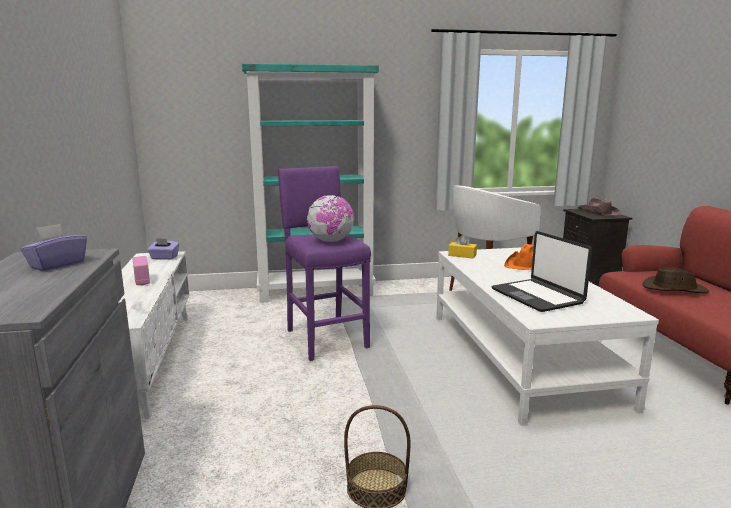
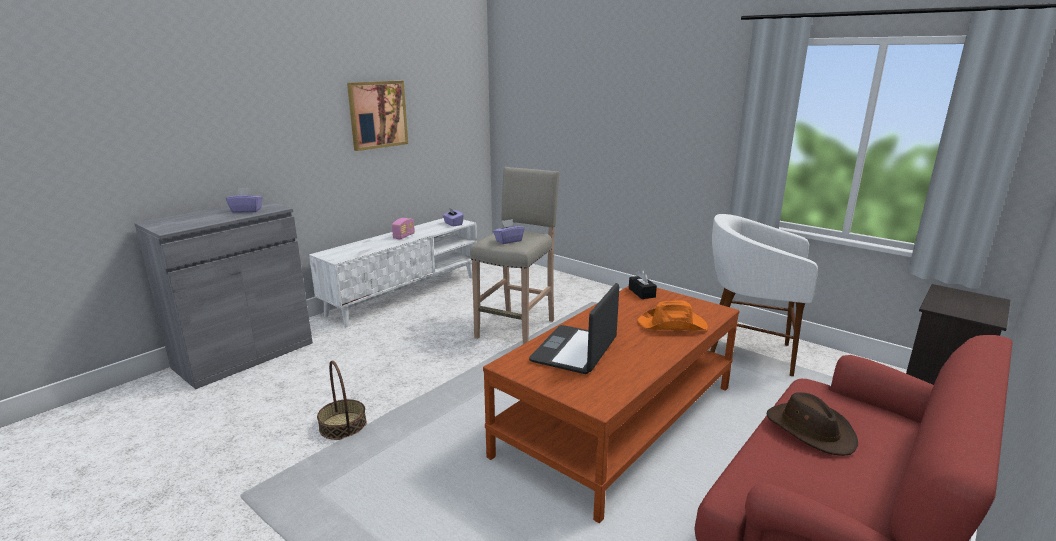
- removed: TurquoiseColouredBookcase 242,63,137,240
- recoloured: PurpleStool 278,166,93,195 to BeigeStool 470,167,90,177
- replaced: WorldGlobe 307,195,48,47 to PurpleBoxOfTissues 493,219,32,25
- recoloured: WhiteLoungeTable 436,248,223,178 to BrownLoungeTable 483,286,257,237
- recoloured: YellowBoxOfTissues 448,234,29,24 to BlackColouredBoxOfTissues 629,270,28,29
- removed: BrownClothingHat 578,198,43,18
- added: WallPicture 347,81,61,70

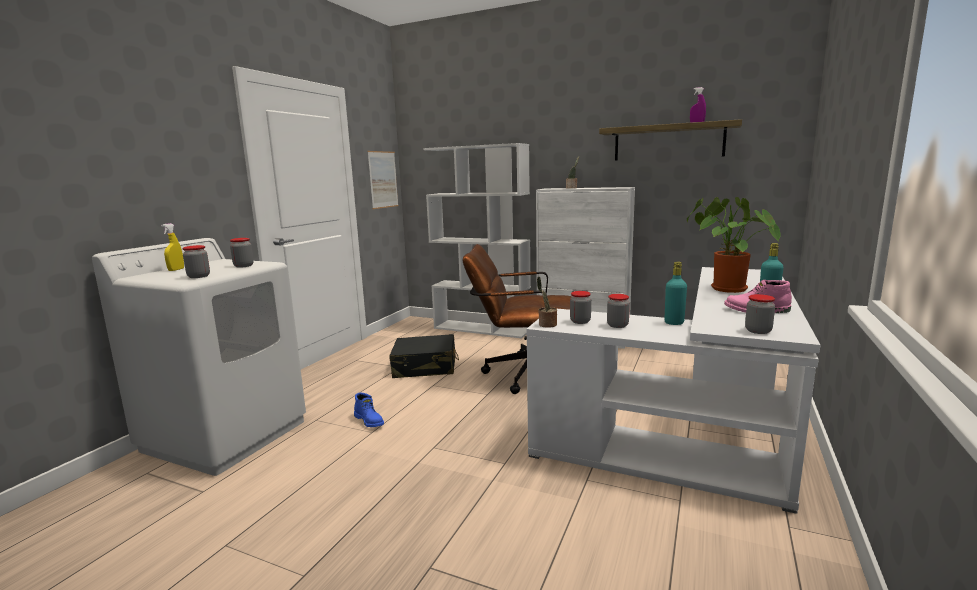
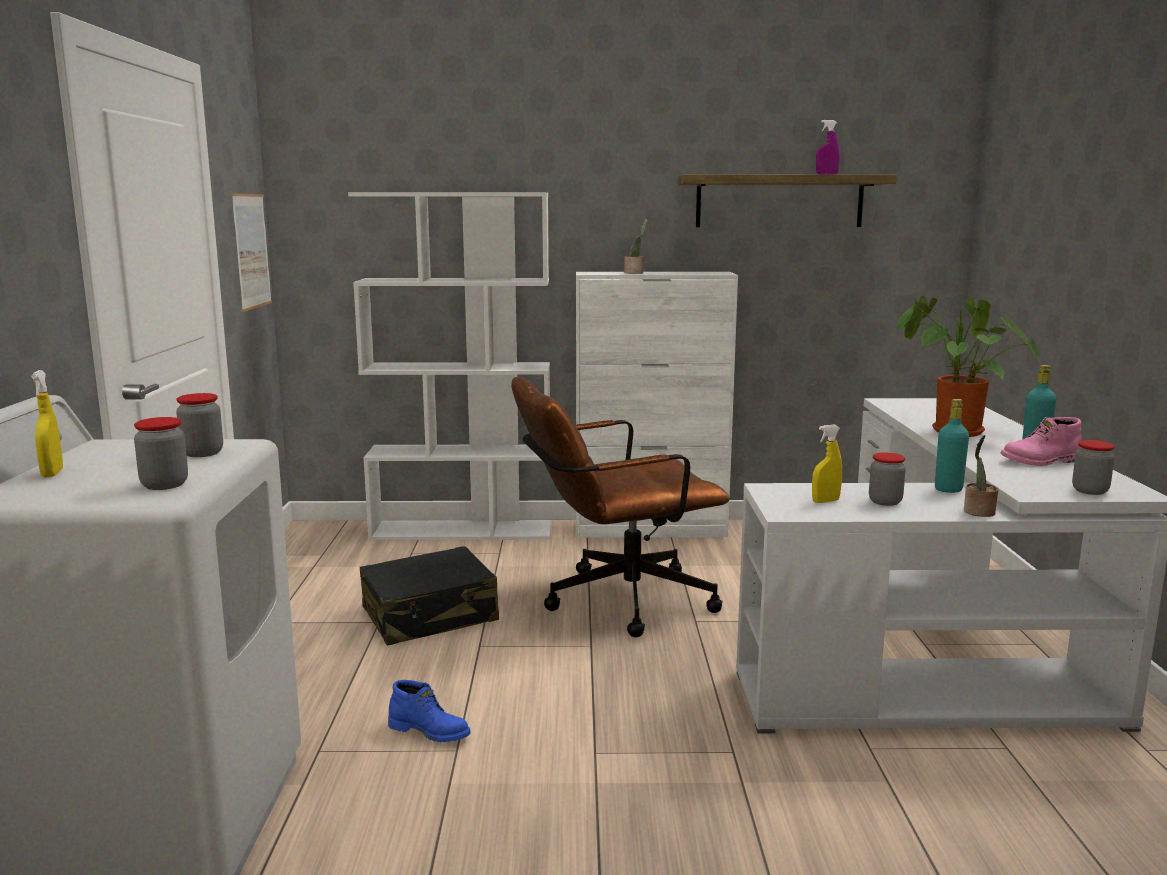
- moved: PlantInAPot 537,277,20,51 to 964,435,34,82
- replaced: PreserveJar 570,291,21,33 to YellowHandSprayer 812,424,30,79

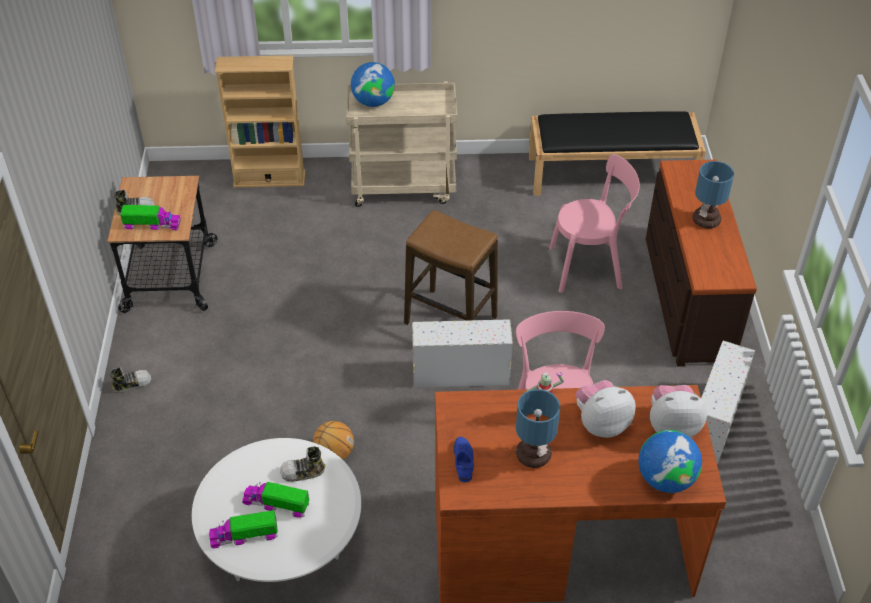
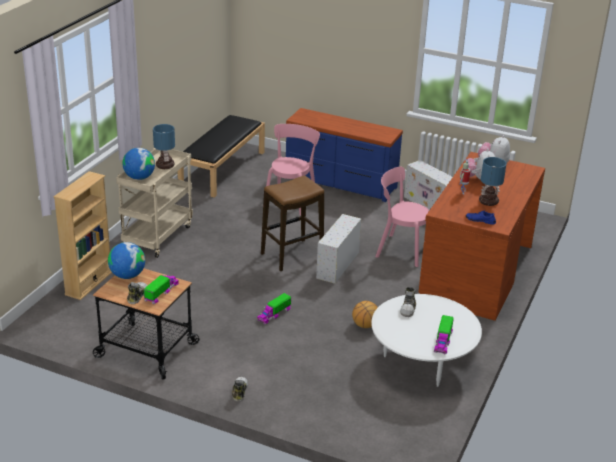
- moved: ModelTruck 242,482,68,36 to 257,293,34,31
- moved: WorldGlobe 639,430,63,63 to 108,242,37,37
- recoloured: BrownChestOfDrawers 646,159,111,208 to BluishChestOfDrawers 286,108,117,94
- moved: LampForATable 692,161,42,68 to 153,124,22,45

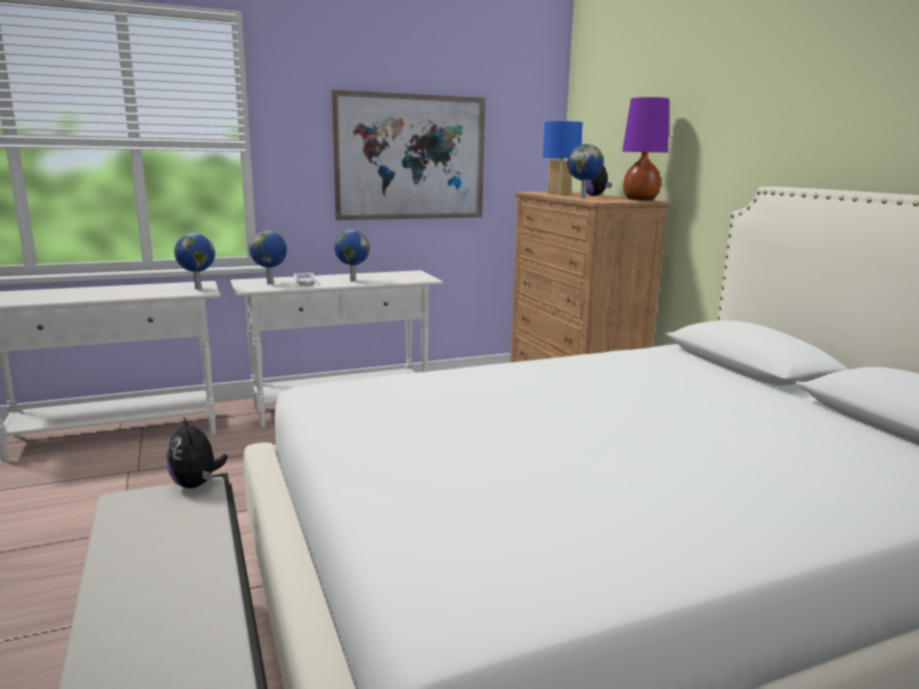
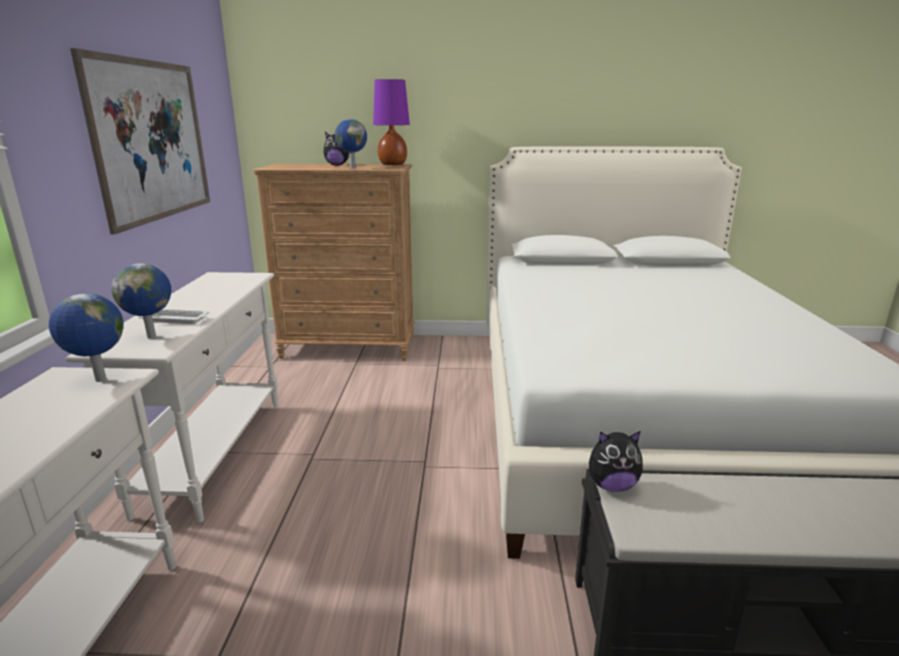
- removed: WorldGlobe 335,230,35,52
- removed: BluishLampForATable 543,121,40,74

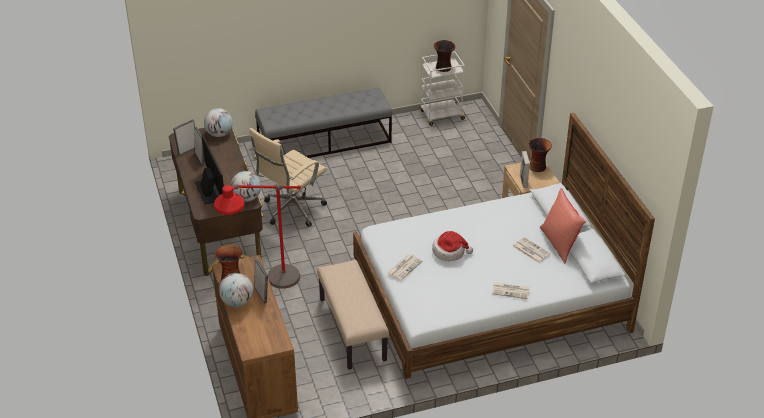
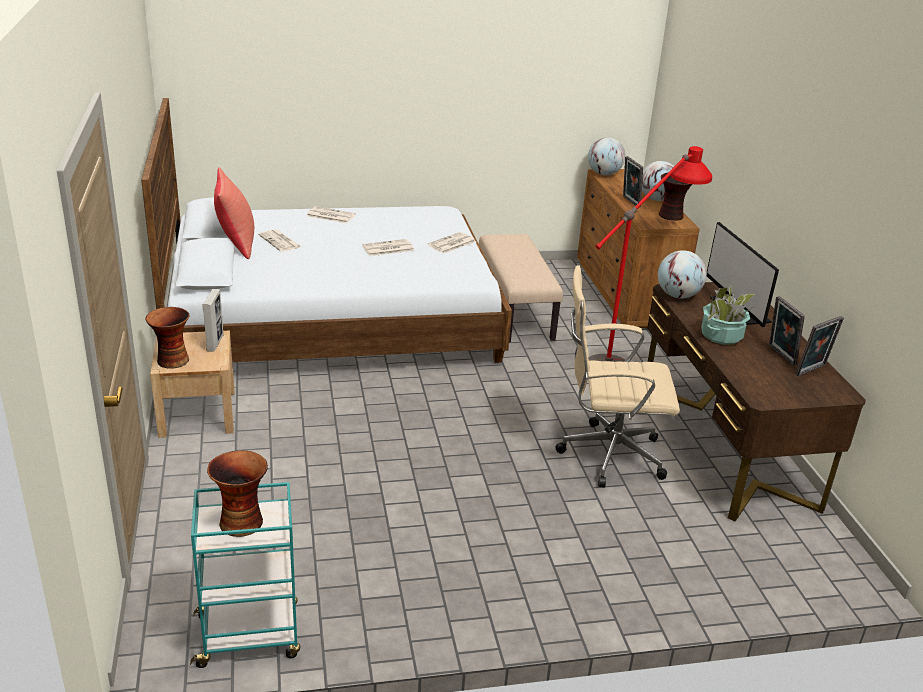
- moved: WorldGlobe 204,108,29,29 to 588,137,37,38
- turned: BeigeOfficeChair 249,128,78,99 = 555,265,125,223 135 degrees counterclockwise
- removed: GreyIndoorBench 255,88,137,70
- recoloured: WhiteCart 420,51,47,75 to TurquoiseColouredCart 190,482,110,186
- replaced: ClothingHat 432,231,41,30 to PrintedPaper 362,239,52,17
- added: PlantInAPot 701,284,55,61

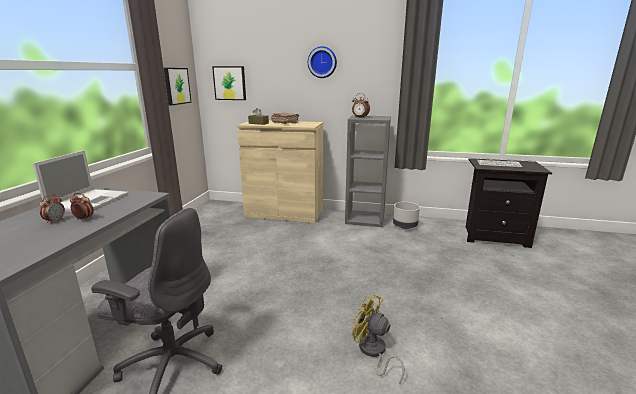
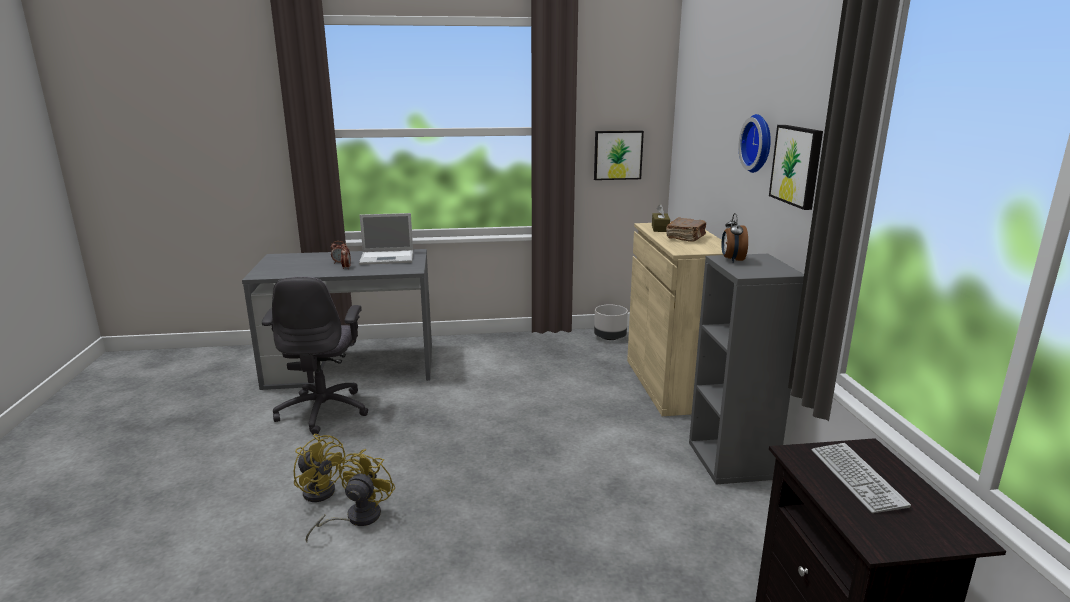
- moved: WallPicture 212,66,34,34 to 769,125,54,85
- moved: GreyPlanter 393,202,27,27 to 594,304,34,36
- added: YellowFan 294,434,51,68

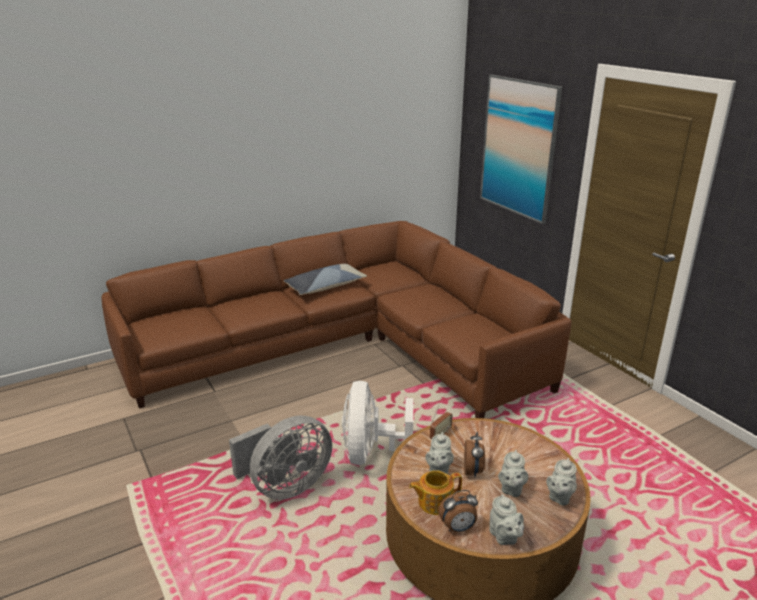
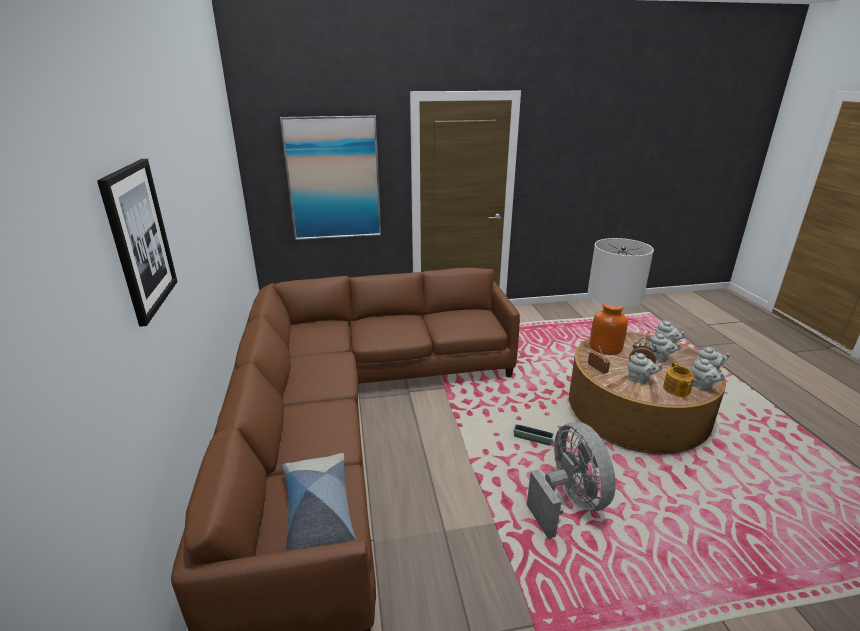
- moved: ThrowPillow 284,264,83,31 to 283,453,73,98
- replaced: WhiteFan 342,381,71,84 to Planter 513,424,42,22
- replaced: AlarmClock 438,490,40,42 to GreyTeaPot 691,357,34,34
- added: WallPicture 97,159,80,168
- added: LampForATable 587,238,67,117

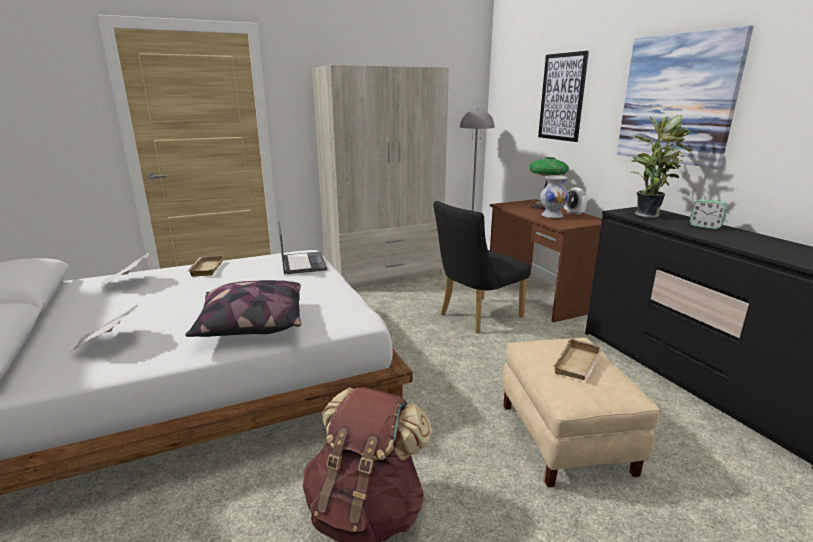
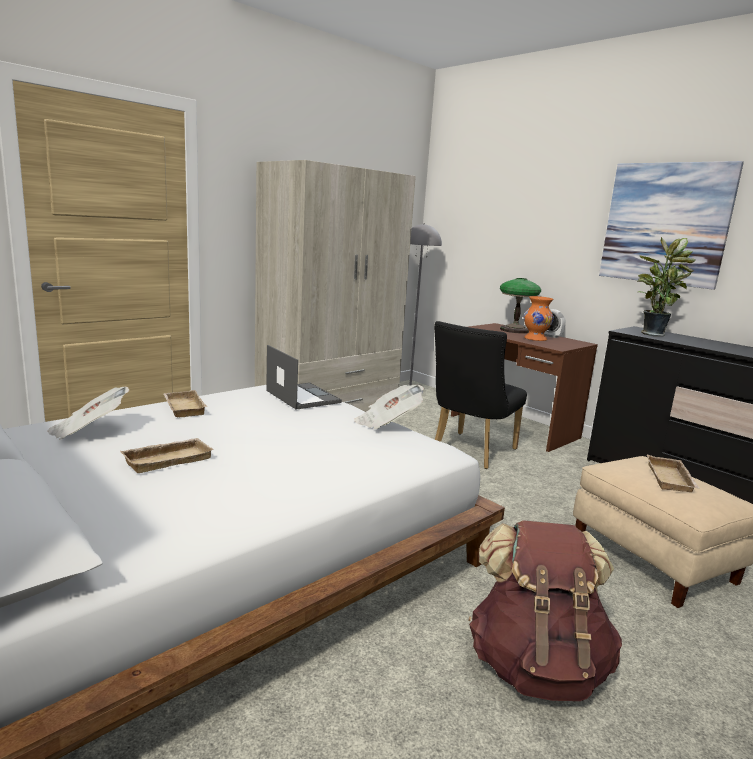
- moved: PrintedPaper 70,304,69,48 to 354,385,70,44
- removed: ThrowPillow 185,280,116,57
- removed: WallPicture 538,51,51,91
- recoloured: WhiteVase 540,175,29,43 to OrangeVase 524,296,30,45
- removed: AlarmClock 689,199,39,30
- added: BeigeCarryingTray 120,438,94,35

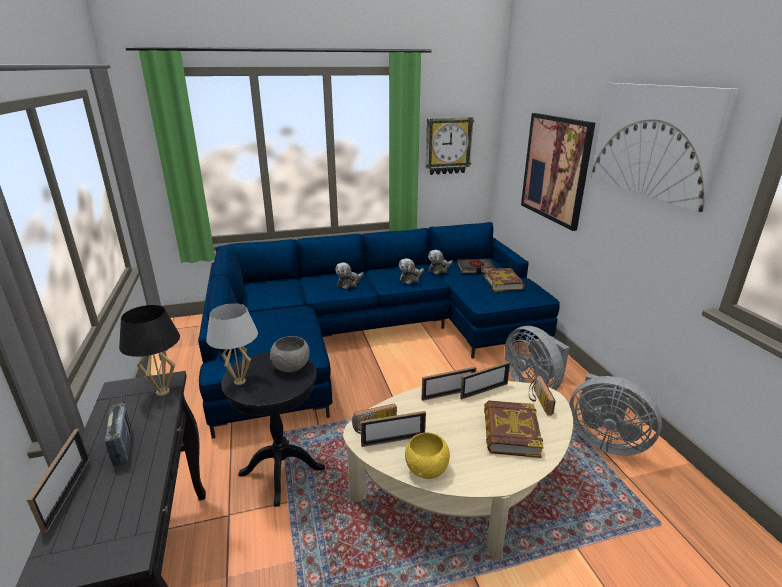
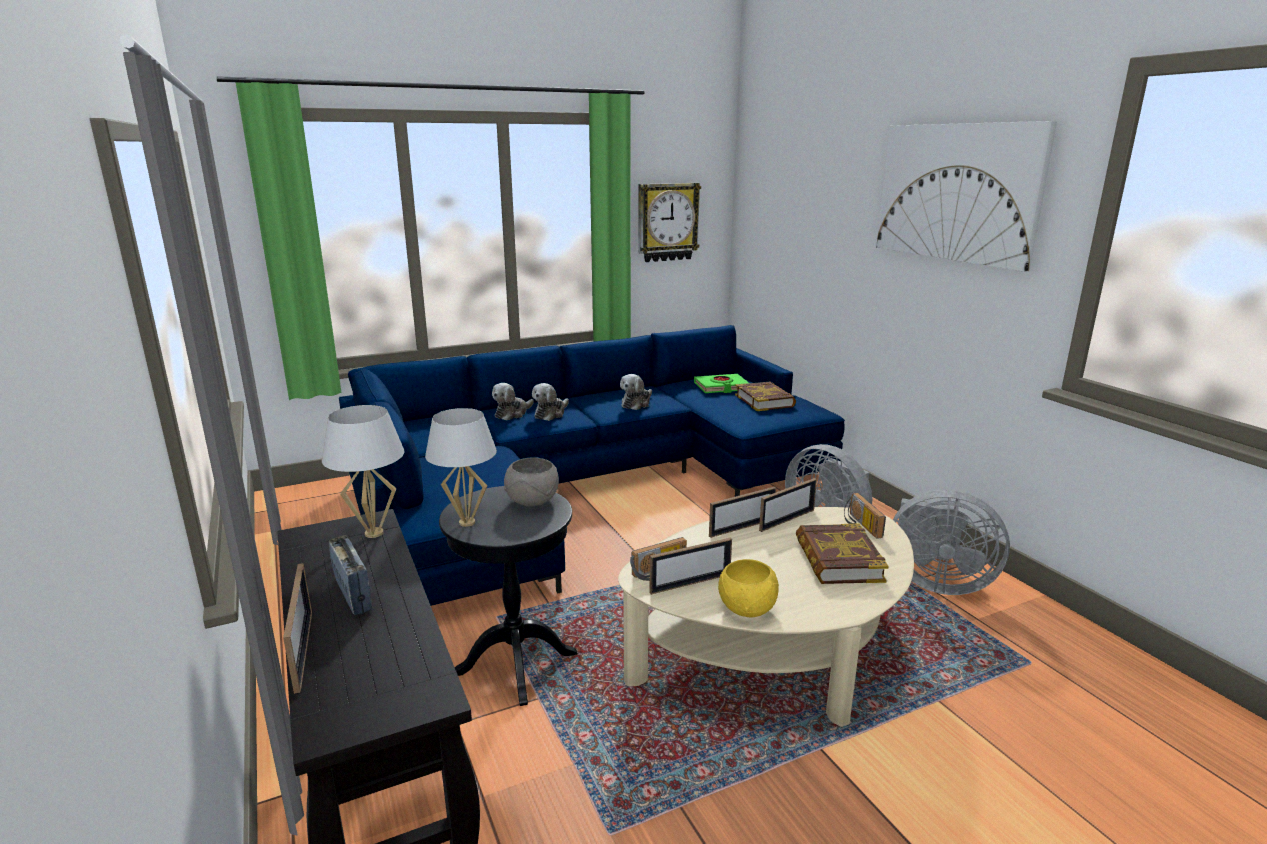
- recoloured: BlackColouredLampForATable 119,305,61,91 to WhiteLampForATable 322,405,83,133
- moved: SoftToy 428,250,25,24 to 492,383,42,38
- recoloured: BlackColouredBoundBook 457,259,39,15 to GreenColouredBoundBook 694,374,55,19
- removed: WallPicture 521,113,74,118

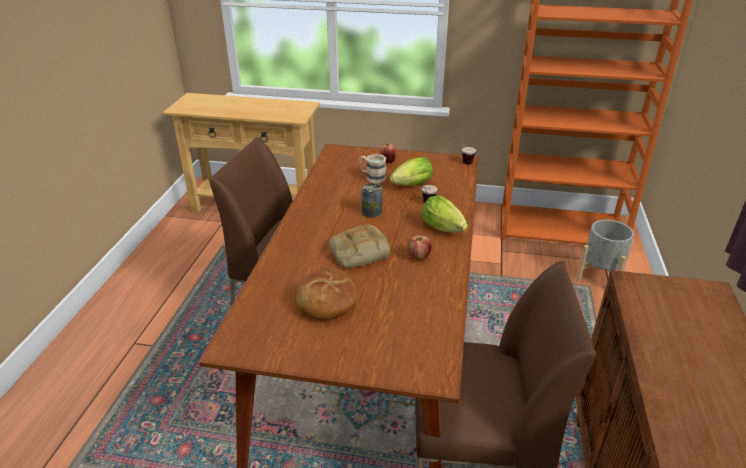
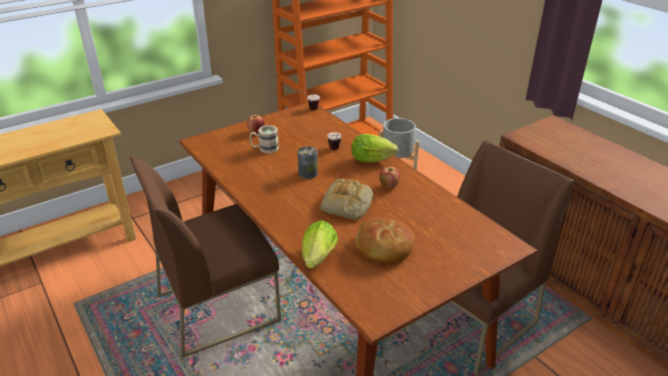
- moved: LettuceHead 390,157,43,29 to 302,220,36,48

